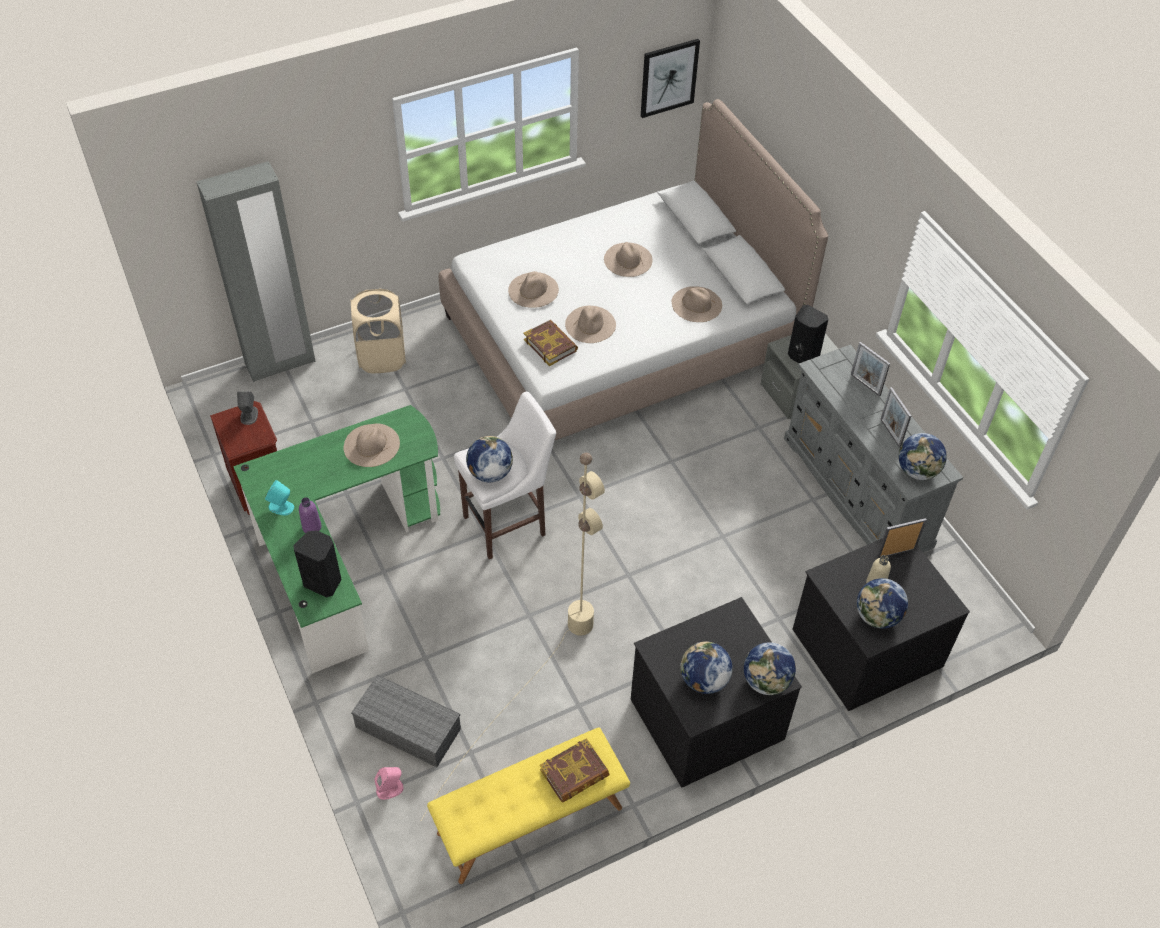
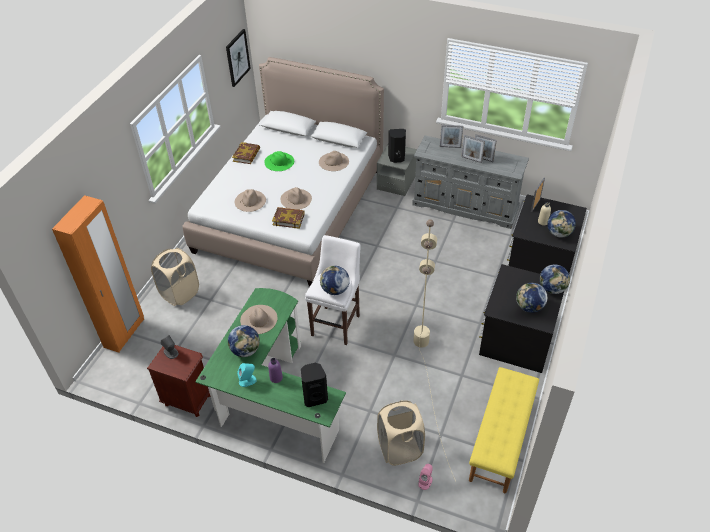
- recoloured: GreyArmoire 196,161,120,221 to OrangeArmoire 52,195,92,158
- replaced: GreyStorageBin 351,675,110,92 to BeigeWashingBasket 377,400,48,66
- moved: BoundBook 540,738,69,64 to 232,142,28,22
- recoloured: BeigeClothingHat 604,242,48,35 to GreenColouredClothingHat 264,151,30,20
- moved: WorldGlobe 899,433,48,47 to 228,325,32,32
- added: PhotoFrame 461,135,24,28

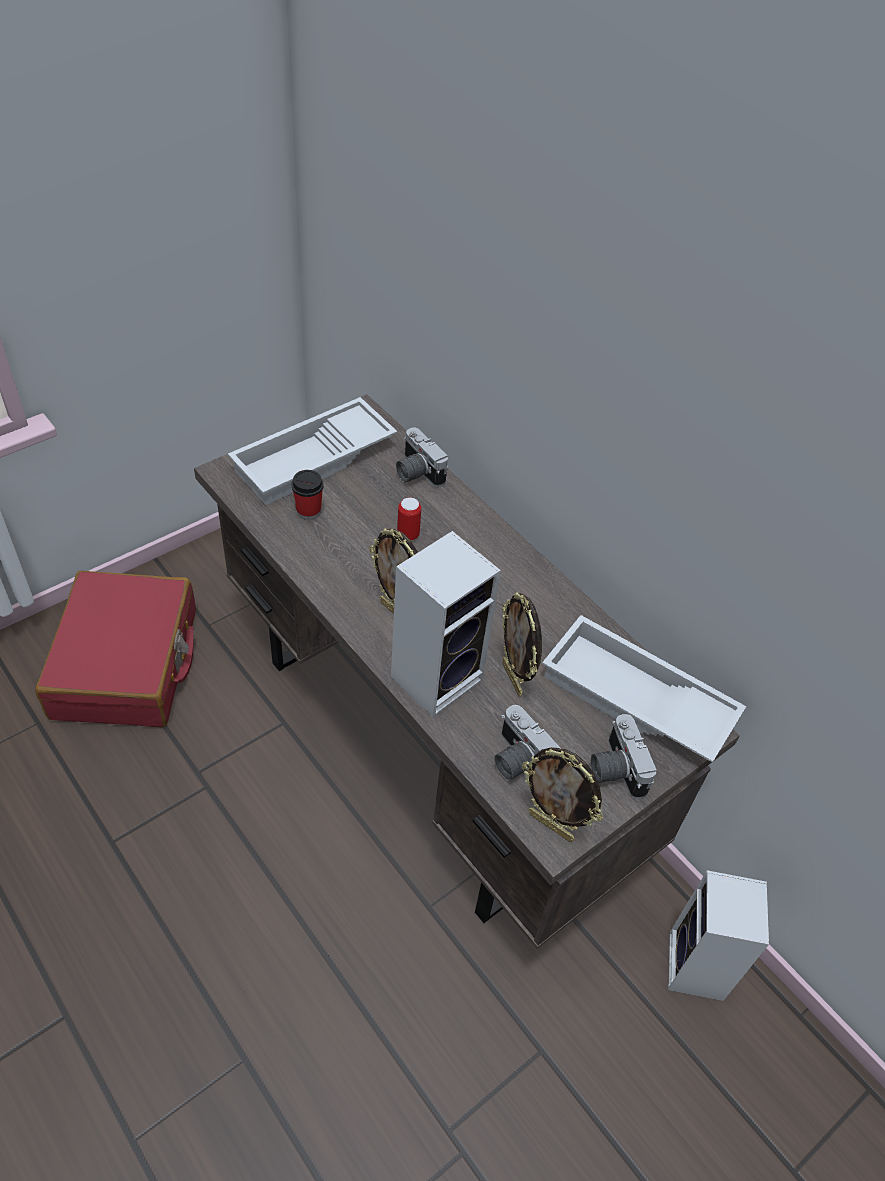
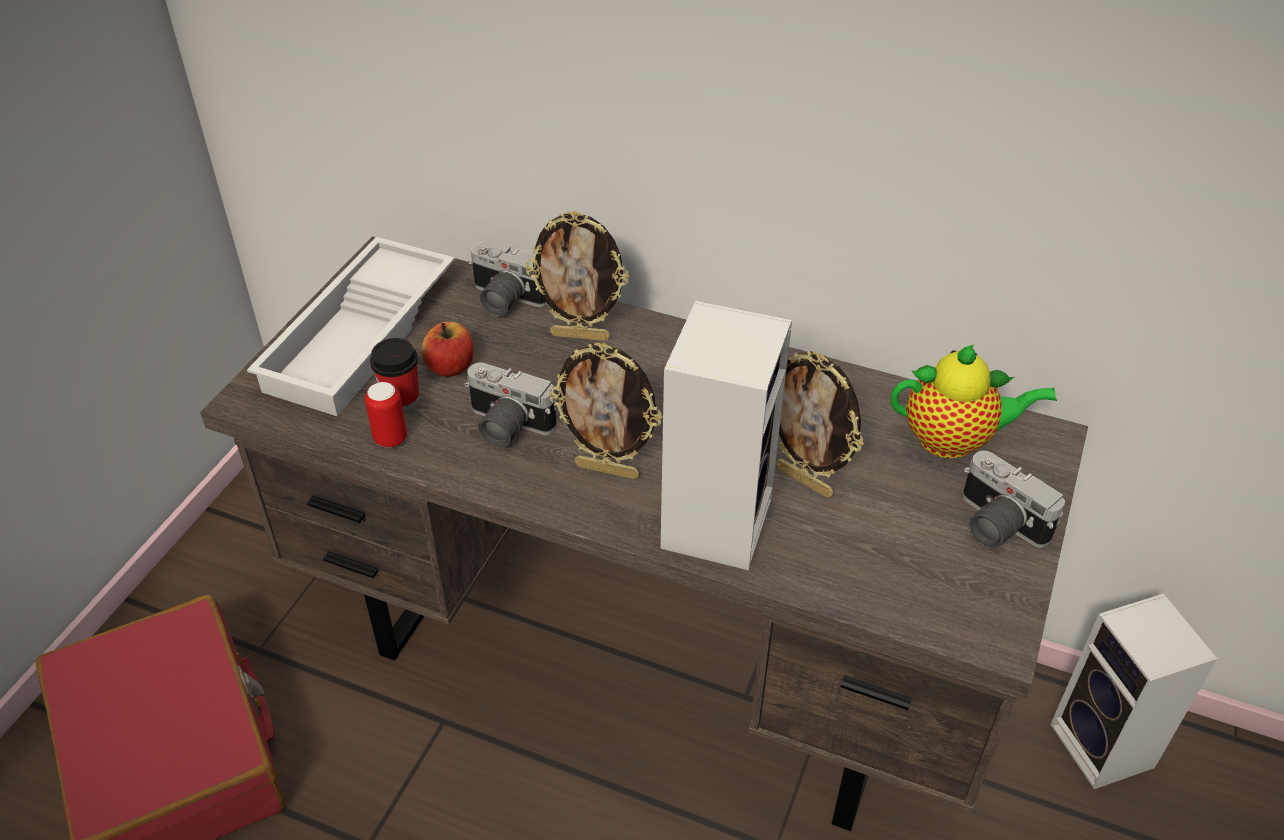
- moved: Can 397,497,24,43 to 365,382,42,65
- moved: StillCamera 494,705,66,75 to 464,362,93,85
- moved: PhotoFrame 522,747,81,95 to 526,211,103,130
- replaced: WhiteCarryingTray 542,615,204,148 to TeaPot 891,344,166,114
- added: Apple 421,322,53,55

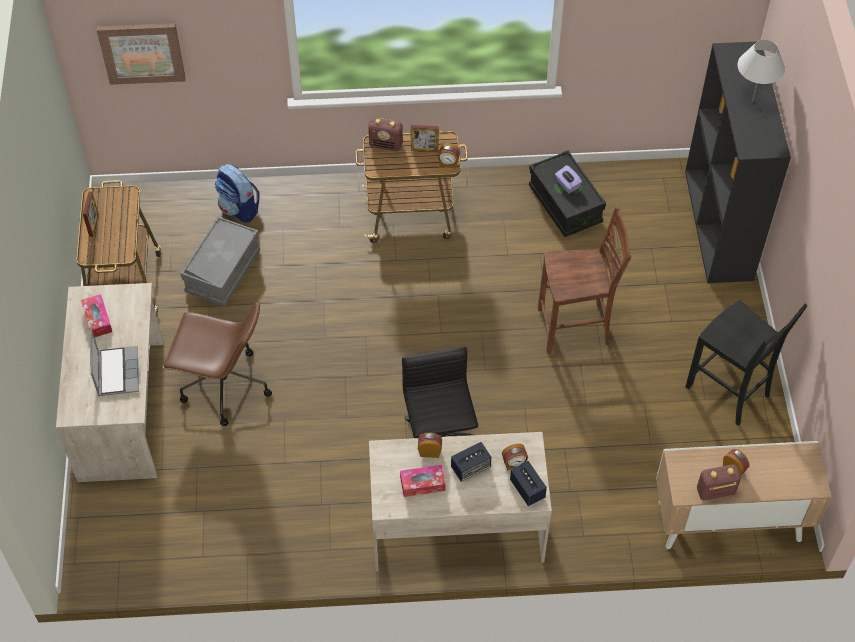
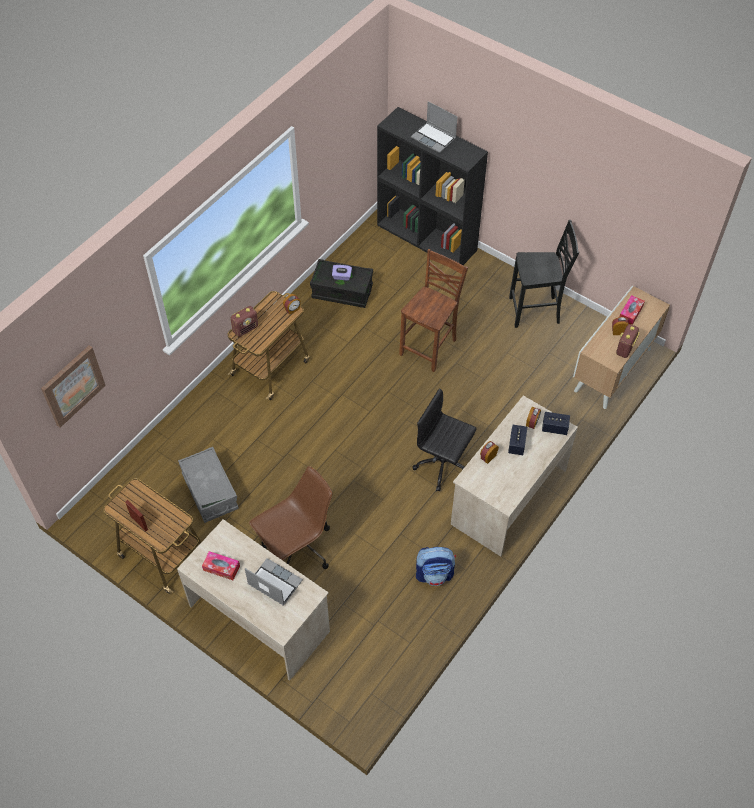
- moved: Backpack 215,164,45,59 to 416,547,40,39
- moved: BoxOfTissues 400,465,46,32 to 619,295,26,30
- removed: PhotoFrame 411,125,28,27
- replaced: WhiteLampForATable 737,39,48,62 to NotebookComputer 411,101,46,52

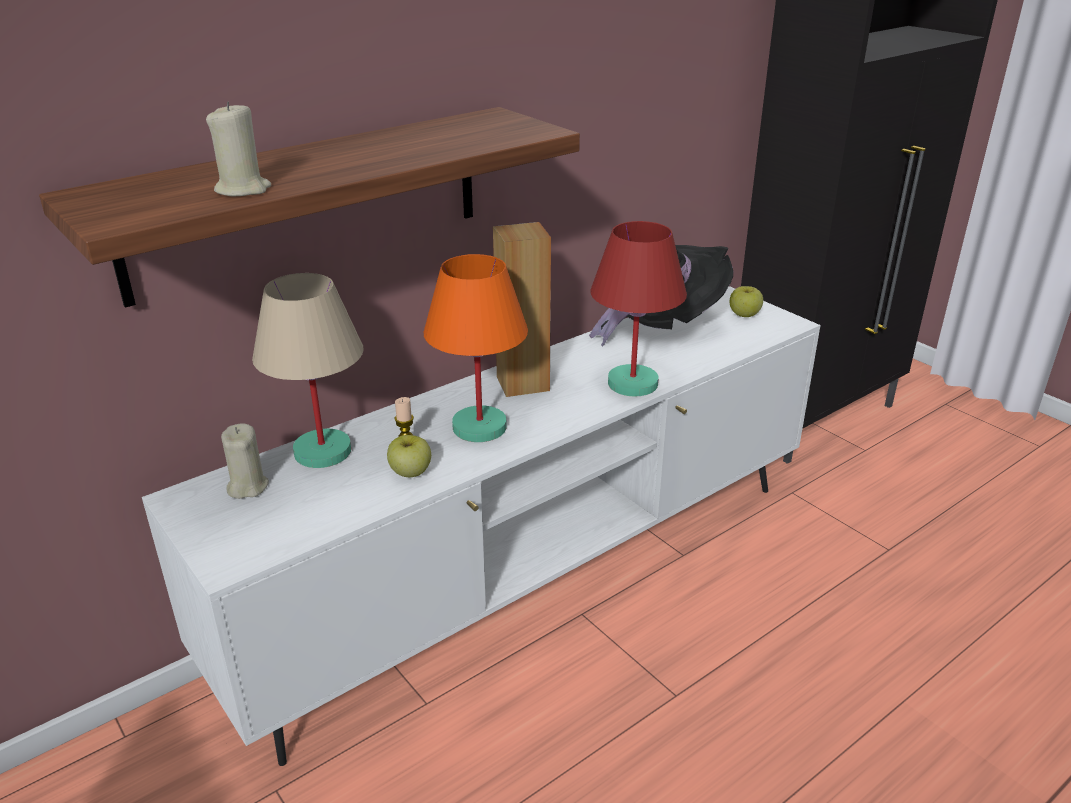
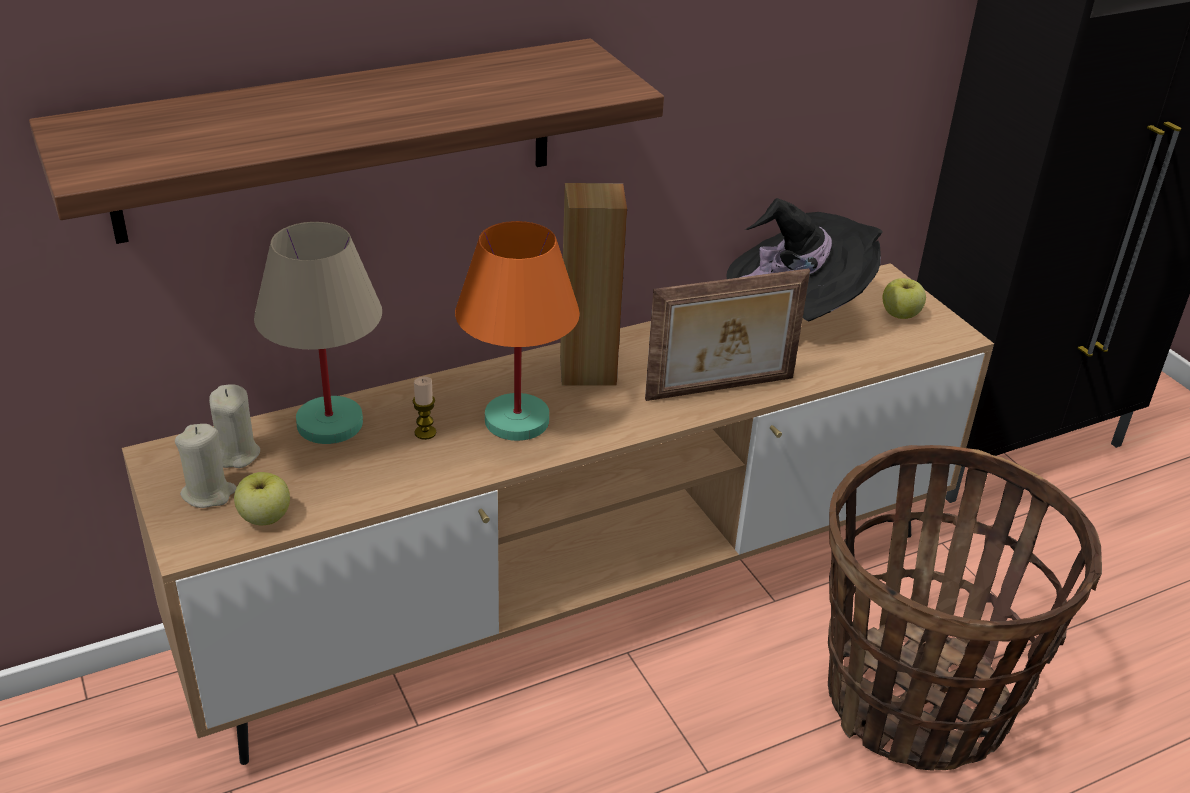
- recoloured: WhiteTvStand 142,286,679,480 to BrownTvStand 122,263,872,502
- moved: BeigeCandle 206,102,65,94 to 175,424,62,84
- moved: Apple 387,435,44,42 to 234,472,56,53
- replaced: RedLampForATable 590,221,97,175 to PhotoFrame 645,269,165,132
- added: HouseholdBasket 828,445,274,326

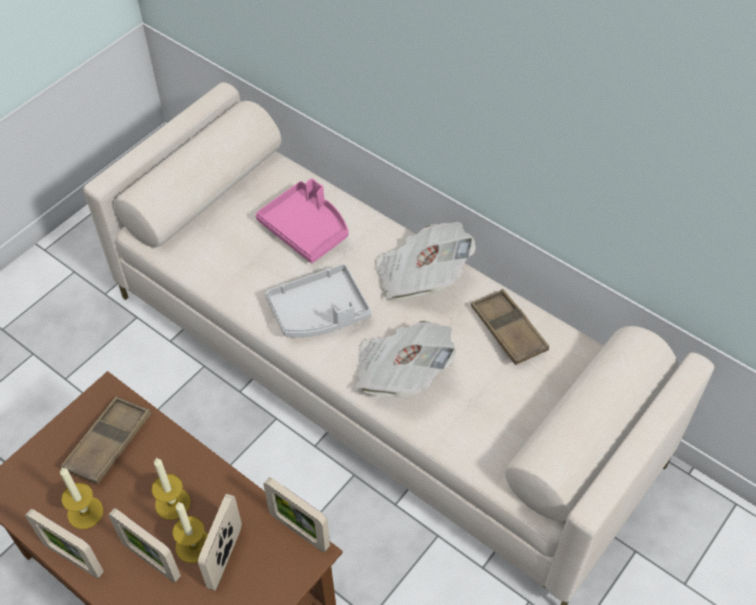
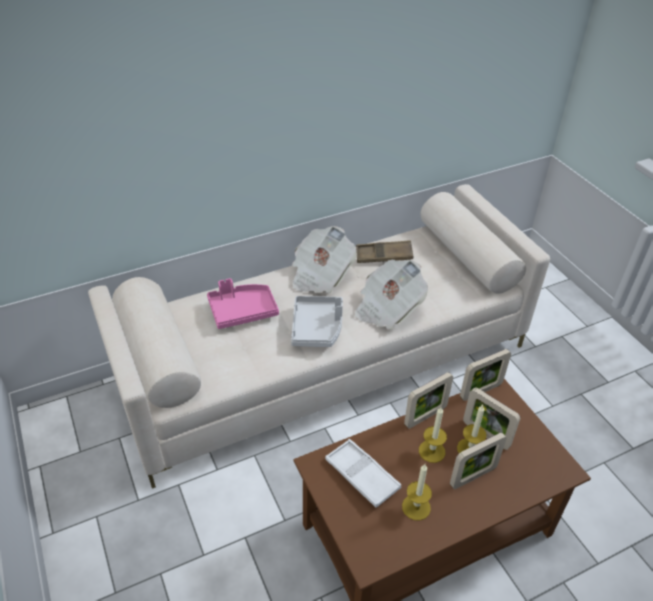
- moved: PhotoFrame 25,509,79,70 to 404,372,49,57
- recoloured: BrownCarryingTray 61,396,90,89 to WhiteCarryingTray 325,439,76,69

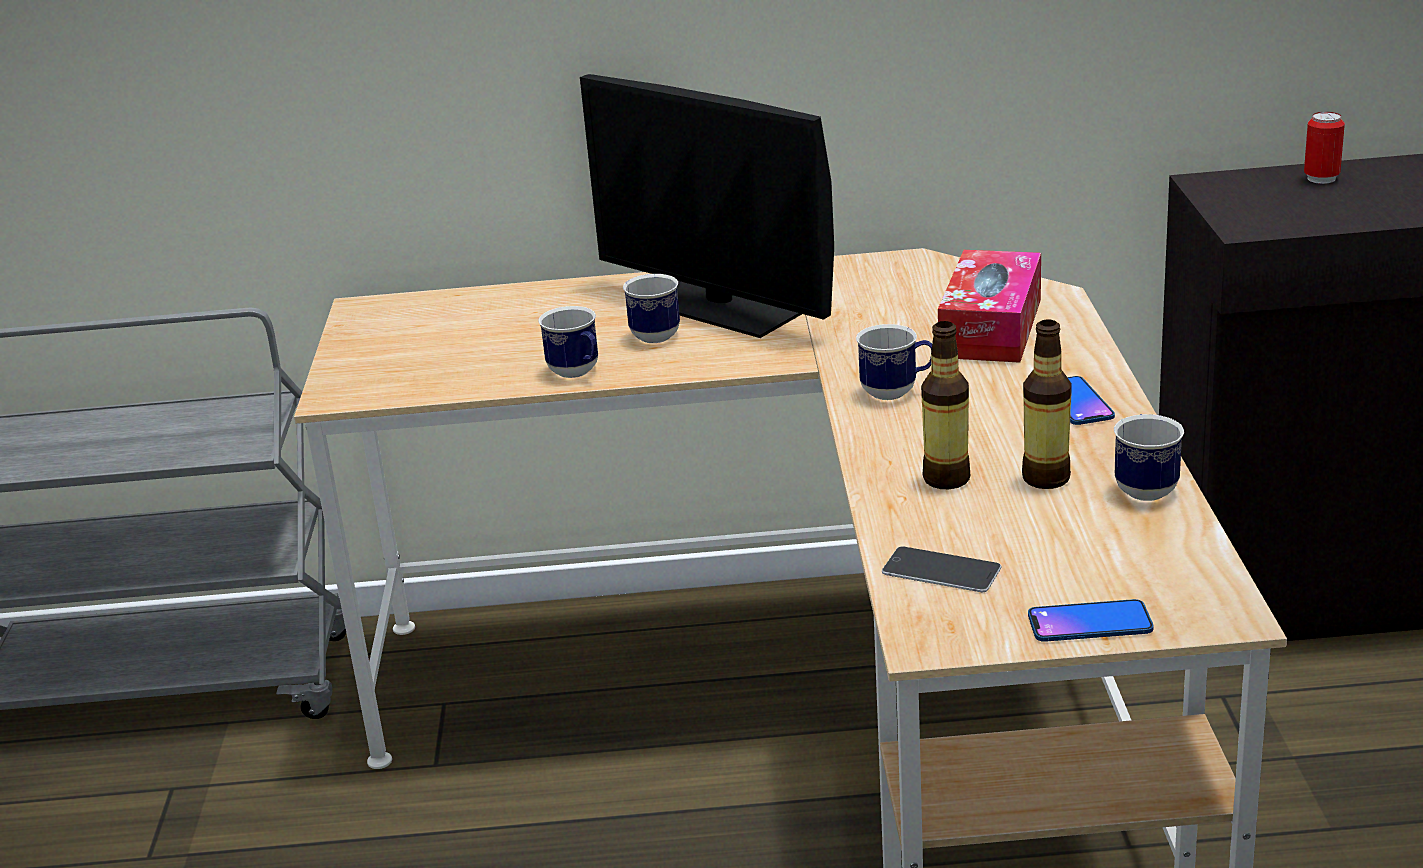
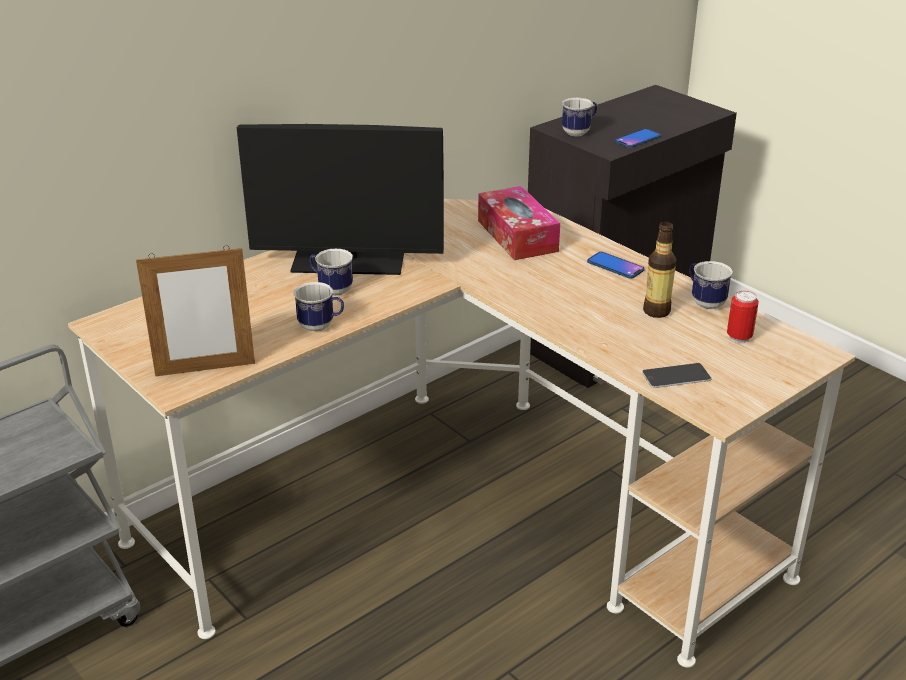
- moved: Mug 856,324,76,76 to 562,98,35,38
- removed: Bottle 921,321,49,168
- moved: Handset 1028,599,126,43 to 614,129,47,19
- moved: Can 1304,112,41,72 to 727,291,32,52
- added: PhotoFrame 136,245,119,131

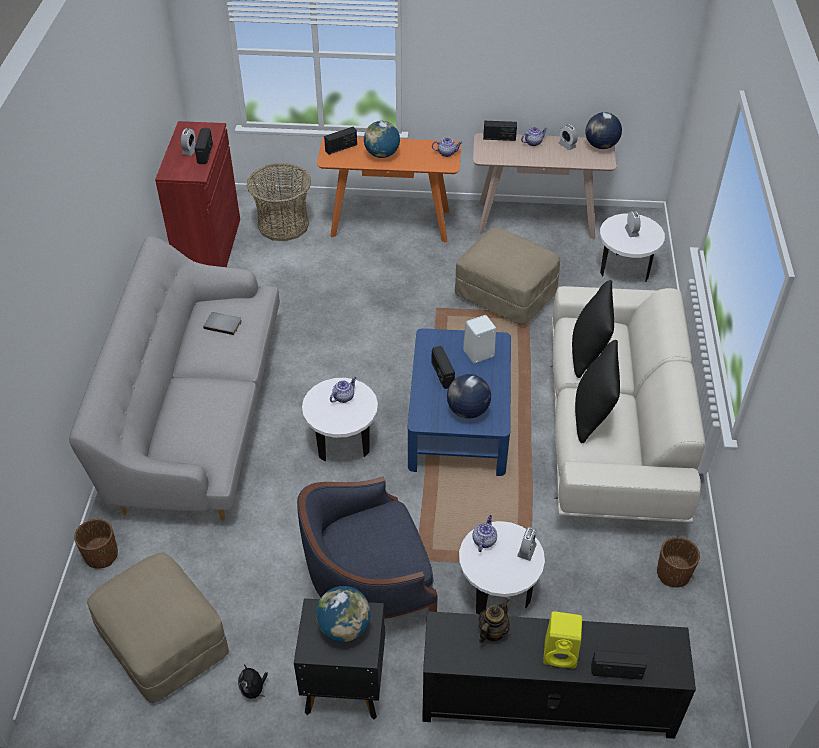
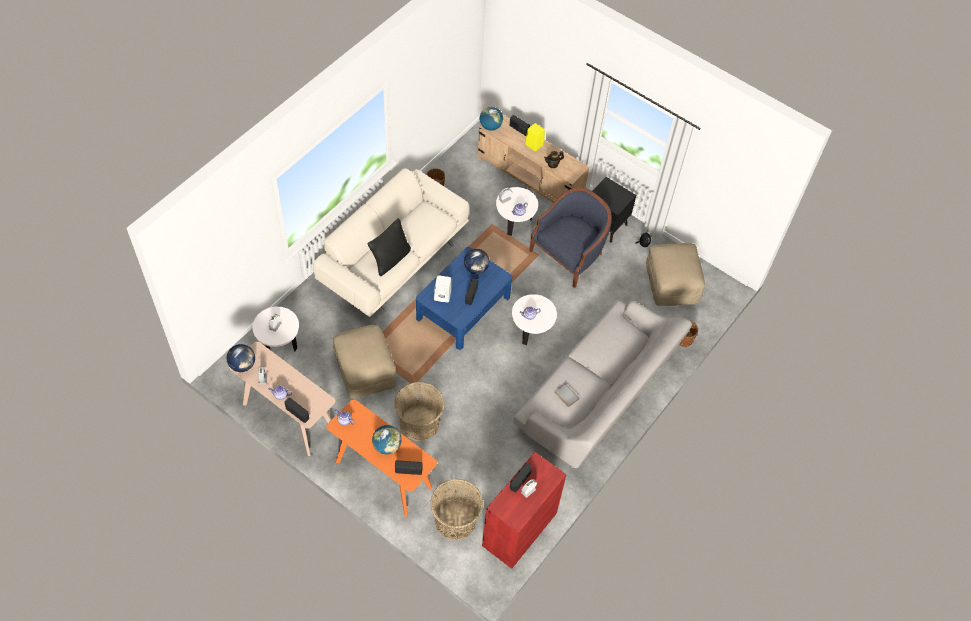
- turned: BluishArmchair 297,476,141,143 = 529,187,83,101 60 degrees counterclockwise
- moved: WorldGlobe 316,586,55,56 to 480,107,23,24
- recoloured: BlackColouredTvStand 422,611,274,128 to BeigeTvStand 477,114,112,89
- removed: BlackColouredThrowPillow 575,340,45,103
- added: HouseholdBasket 394,382,51,59

